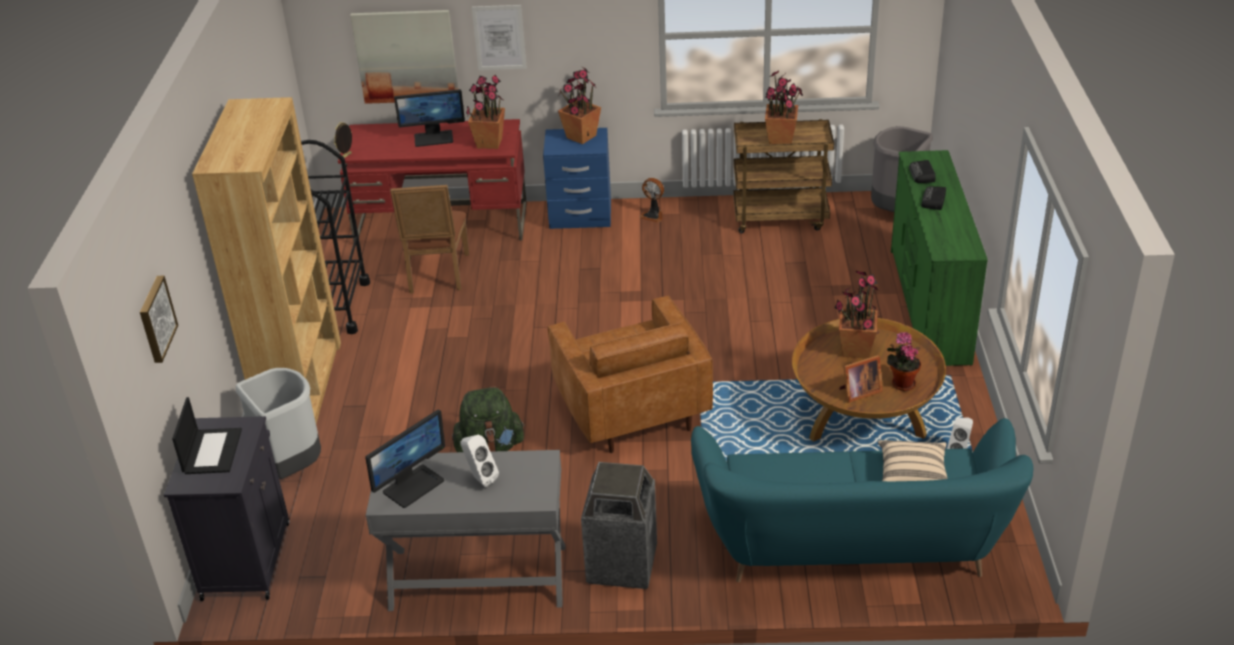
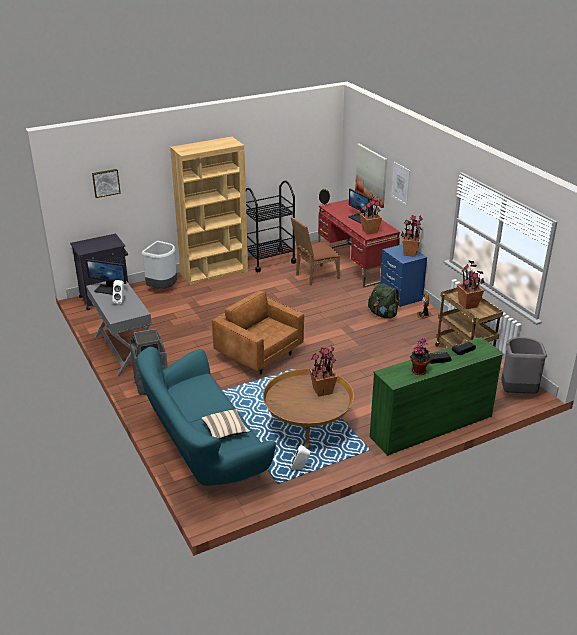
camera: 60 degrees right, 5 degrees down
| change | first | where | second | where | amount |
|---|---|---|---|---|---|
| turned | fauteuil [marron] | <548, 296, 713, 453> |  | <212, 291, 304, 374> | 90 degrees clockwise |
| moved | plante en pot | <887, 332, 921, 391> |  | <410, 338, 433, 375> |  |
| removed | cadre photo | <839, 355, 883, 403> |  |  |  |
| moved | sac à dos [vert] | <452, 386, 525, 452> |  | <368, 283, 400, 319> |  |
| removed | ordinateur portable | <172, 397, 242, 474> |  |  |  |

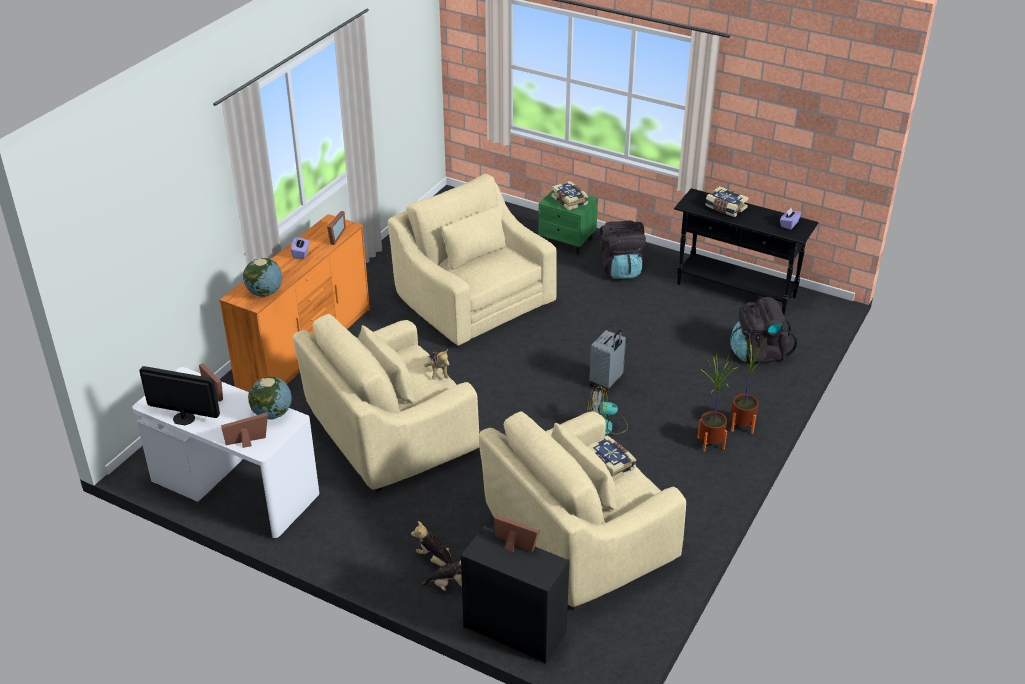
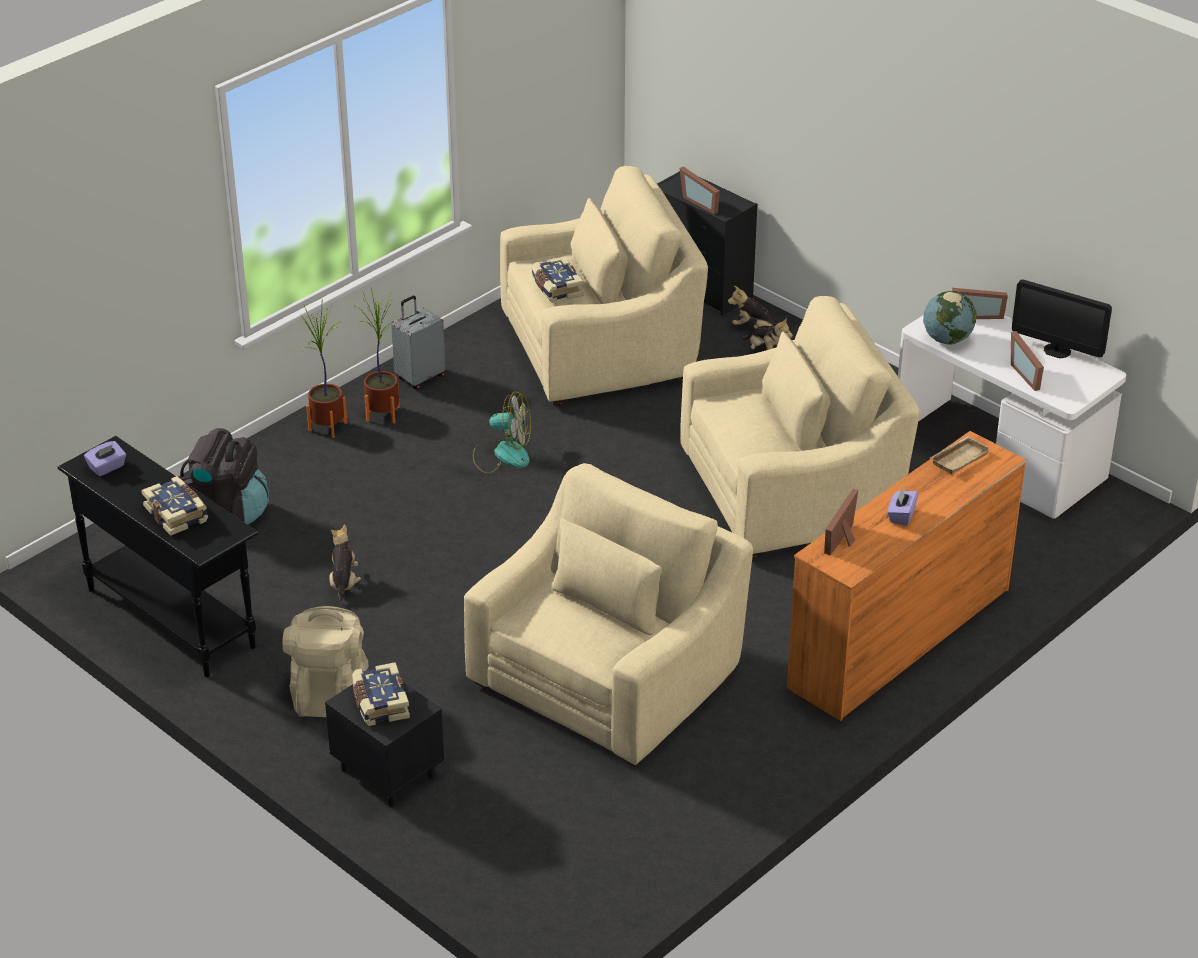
camera: 165 degrees left, 0 degrees up
| change | first | where | second | where | amount |
|---|---|---|---|---|---|
| turned | fauteuil [beige] | <388, 174, 557, 347> |  | <464, 463, 753, 767> | 120 degrees counterclockwise |
| recoloured | table de chevet [vert] | <538, 190, 598, 255> | table de chevet [noir] | <325, 682, 444, 807> |  |
| recoloured | sac à dos [noir] | <600, 221, 646, 279> | sac à dos [beige] | <283, 606, 368, 717> |  |
| replaced | globe | <243, 258, 283, 297> | plateau [beige] | <930, 436, 991, 475> |  |
| moved | valise [gris] | <589, 329, 626, 393> |  | <391, 296, 446, 389> |  |
| moved | peluche | <424, 349, 449, 379> |  | <329, 525, 361, 608> |  |

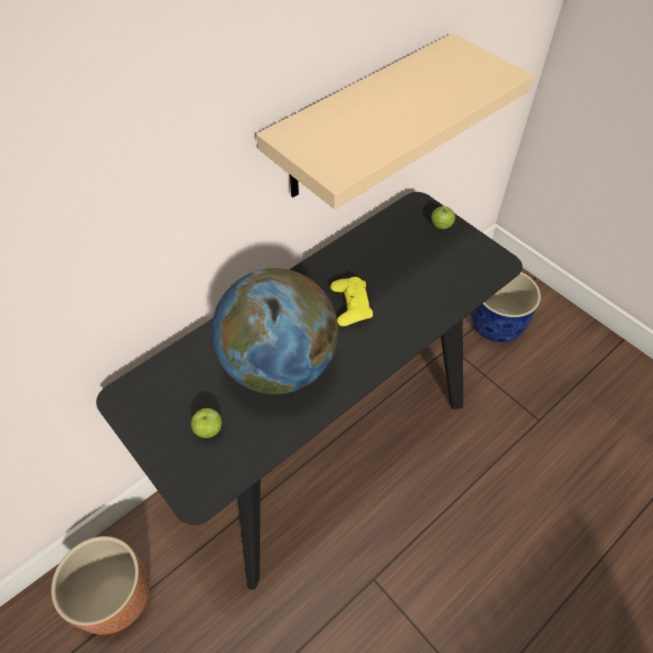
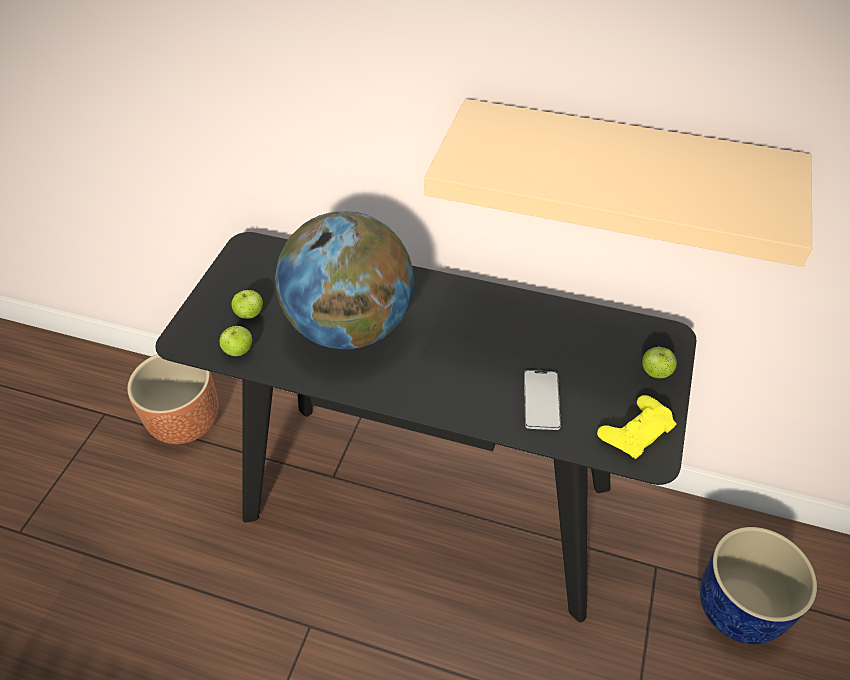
camera: 60 degrees right, 5 degrees down
| change | first | where | second | where | amount |
|---|---|---|---|---|---|
| moved | manette [jaune] | <330, 277, 373, 326> |  | <597, 395, 677, 459> |  |
| added |  |  | pomme | <219, 326, 252, 356> |  |
| added |  |  | téléphone | <524, 370, 561, 430> |  |

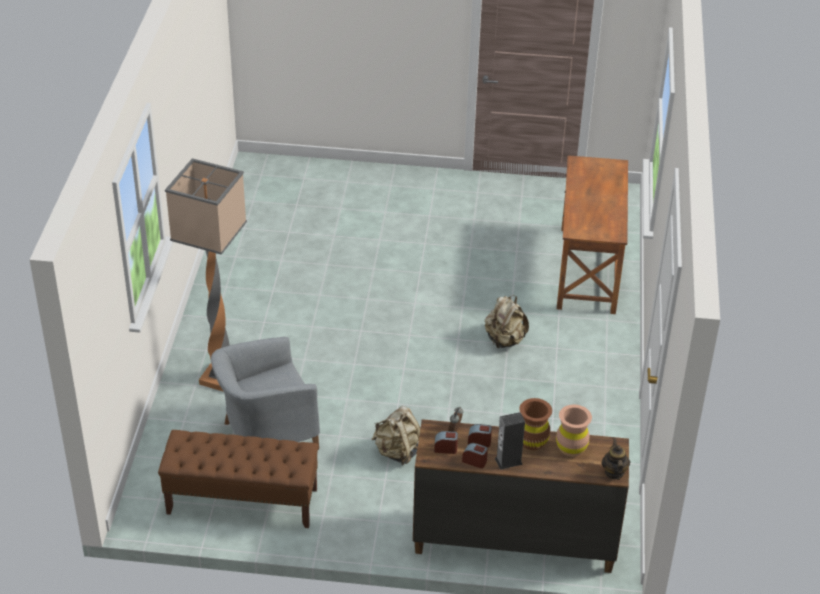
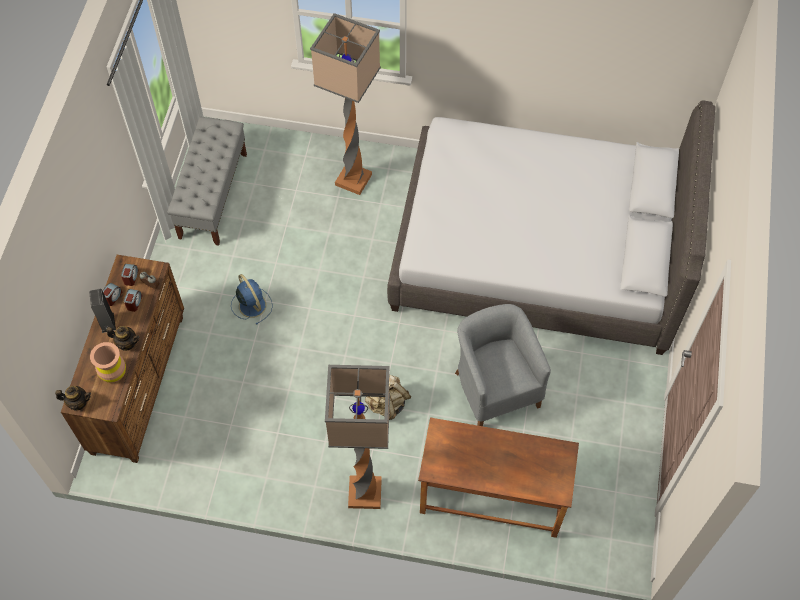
camera: 95 degrees right, 20 degrees up
| change | first | where | second | where | amount |
|---|---|---|---|---|---|
| moved | fauteuil [gris] | <211, 337, 320, 450> |  | <455, 304, 551, 426> |  |
| replaced | vase [marron] | <519, 398, 552, 450> | théière | <106, 326, 139, 351> |  |
| replaced | sac à dos [beige] | <371, 406, 420, 465> | ventilateur [bleu] | <231, 274, 273, 325> |  |
| recoloured | banc [marron] | <158, 430, 319, 528> | banc [gris] | <168, 117, 247, 246> |  |
| added |  |  | lit [gris] | <387, 101, 715, 355> |  |
| added |  |  | lampadaire | <325, 365, 390, 509> |  |

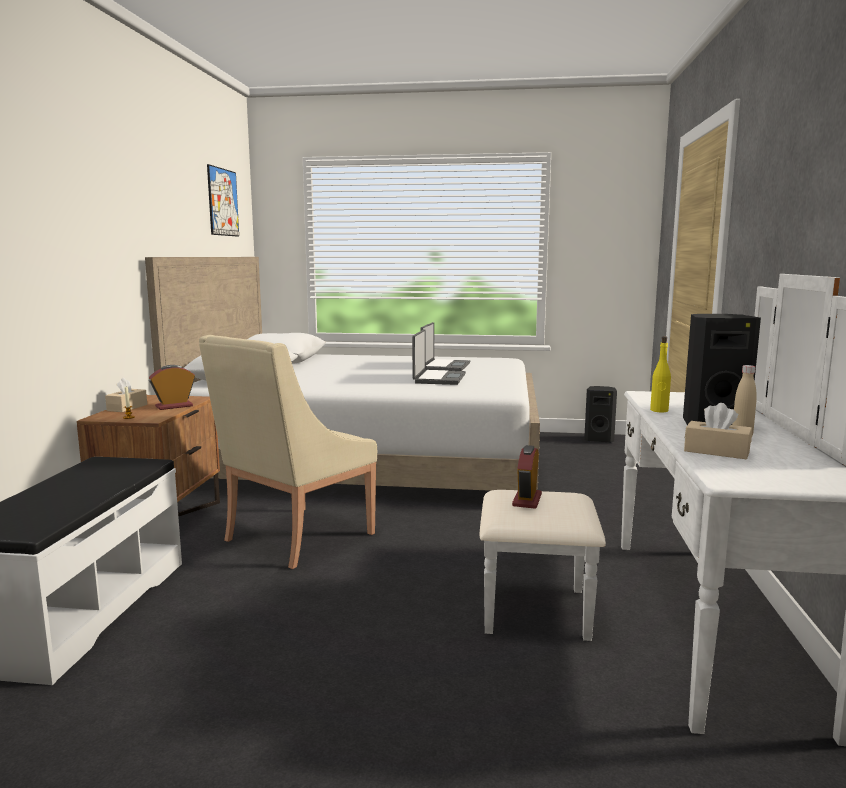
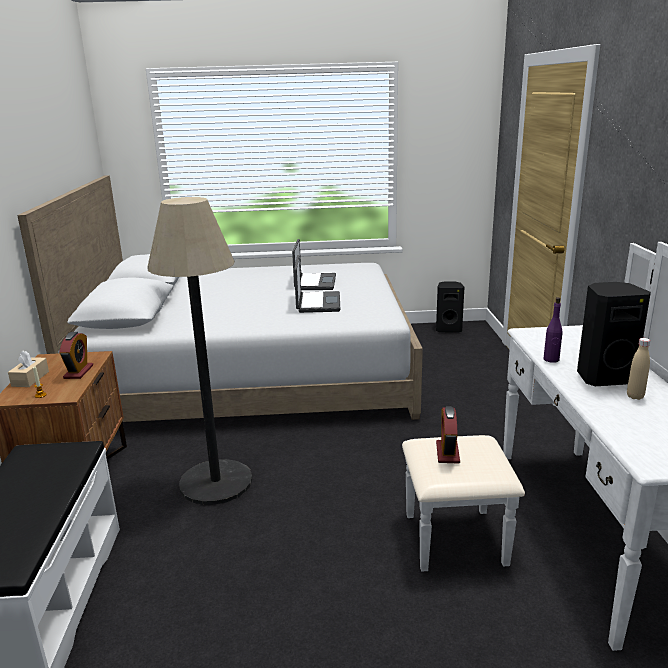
camera: 10 degrees left, 10 degrees up
| change | first | where | second | where | amount |
|---|---|---|---|---|---|
| removed | tableau | <207, 164, 239, 237> |  |  |  |
| replaced | fauteuil [beige] | <199, 335, 377, 569> | lampadaire | <147, 197, 252, 505> |  |
| recoloured | bouteille [jaune] | <650, 336, 671, 413> | bouteille [violet] | <544, 297, 562, 363> |  |
| turned | réveil | <149, 365, 195, 410> |  | <59, 332, 93, 379> | 135 degrees clockwise |
| removed | boîte à mouchoirs [beige] | <684, 403, 752, 459> |  |  |  |

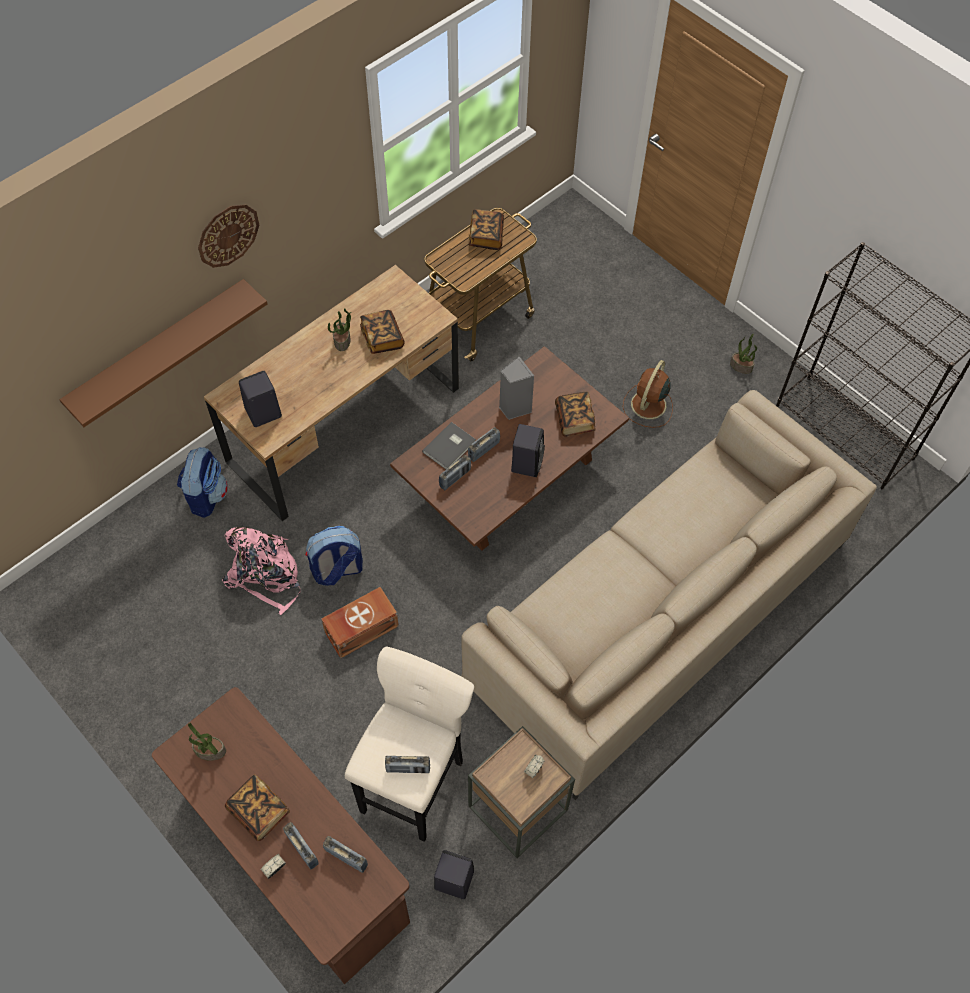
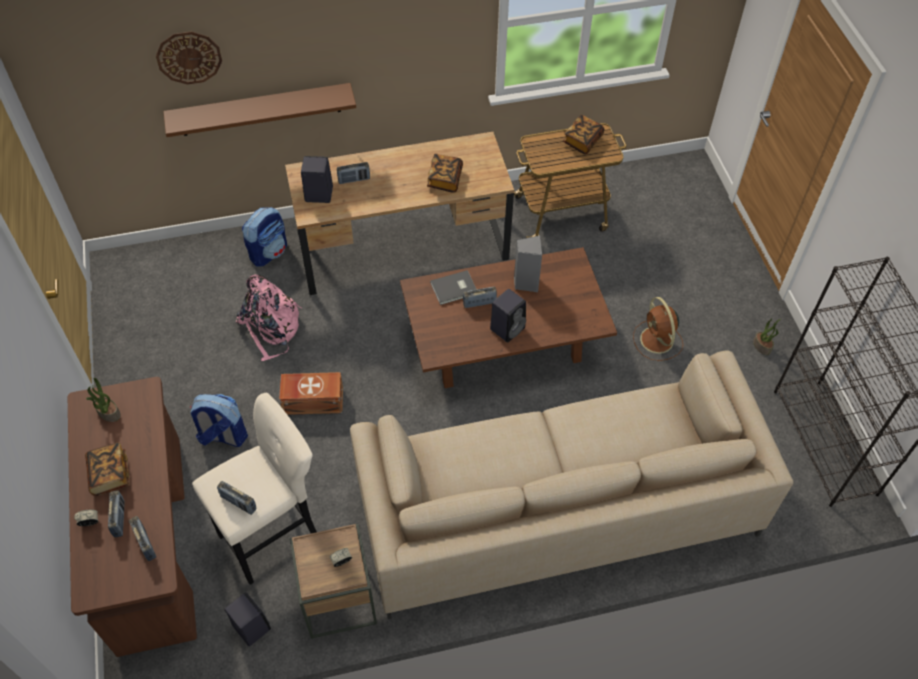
camera: 30 degrees right, 5 degrees down
| change | first | where | second | where | amount |
|---|---|---|---|---|---|
| moved | horloge murale | <198, 204, 259, 268> |  | <156, 32, 222, 85> |  |
| removed | plante en pot | <328, 308, 352, 351> |  |  |  |
| turned | ventilateur [marron] | <623, 360, 673, 428> |  | <633, 297, 683, 361> | 75 degrees counterclockwise |
| removed | livre | <555, 392, 595, 437> |  |  |  |
| moved | radio | <439, 455, 471, 490> |  | <337, 162, 370, 184> |  |
| moved | sac à dos | <305, 526, 363, 586> |  | <189, 394, 248, 447> |  |

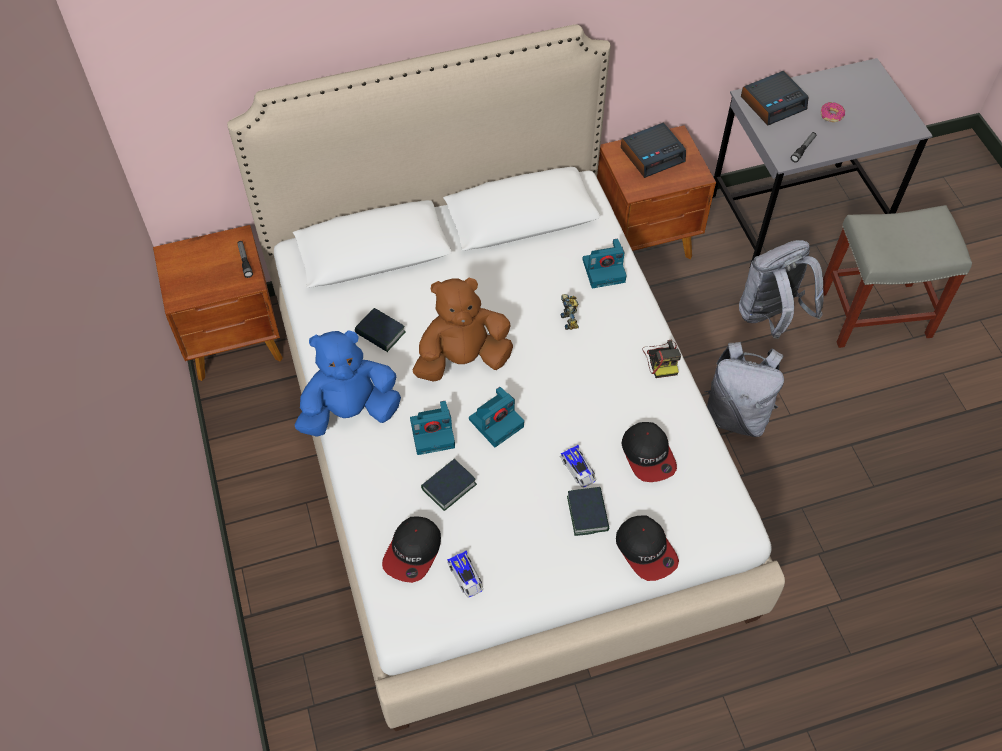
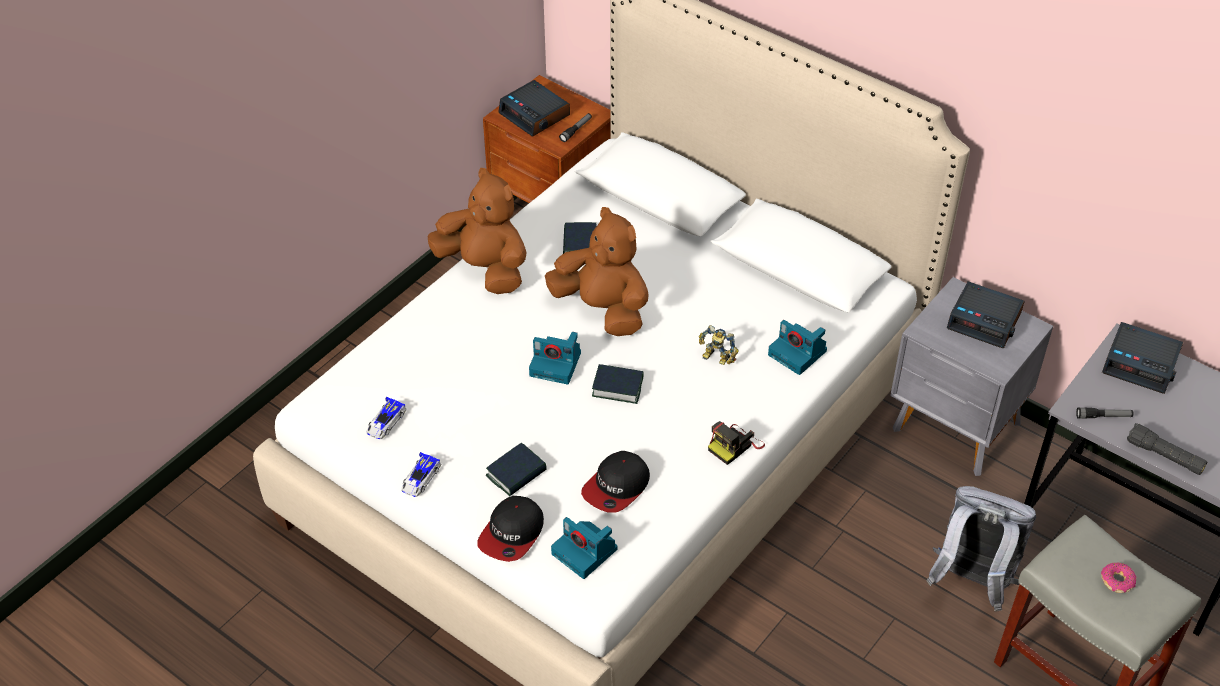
camera: 55 degrees right, 10 degrees down
| change | first | where | second | where | amount |
|---|---|---|---|---|---|
| moved | beignet | <821, 102, 845, 122> |  | <1101, 563, 1136, 593> |  |
| recoloured | table de chevet [marron] | <597, 125, 716, 259> | table de chevet [gris] | <891, 277, 1053, 476> |  |
| turned | robot jouet | <561, 294, 579, 330> |  | <699, 325, 739, 365> | 75 degrees clockwise |
| recoloured | peluche [bleu] | <295, 330, 401, 437> | peluche [marron] | <428, 168, 527, 294> |  |
| removed | sac à dos [gris] | <704, 342, 784, 437> |  |  |  |
| moved | appareil photo | <410, 401, 455, 455> |  | <551, 517, 618, 579> |  |
| moved | petite voiture | <560, 445, 596, 487> |  | <401, 452, 441, 497> |  |
| moved | livre | <421, 459, 477, 511> |  | <592, 364, 644, 404> |  |
| removed | casquette | <382, 517, 441, 583> |  |  |  |
| added |  |  | réveil | <498, 80, 570, 137> |  |
| added |  |  | lampe de poche [noir] | <1127, 423, 1207, 475> |  |

